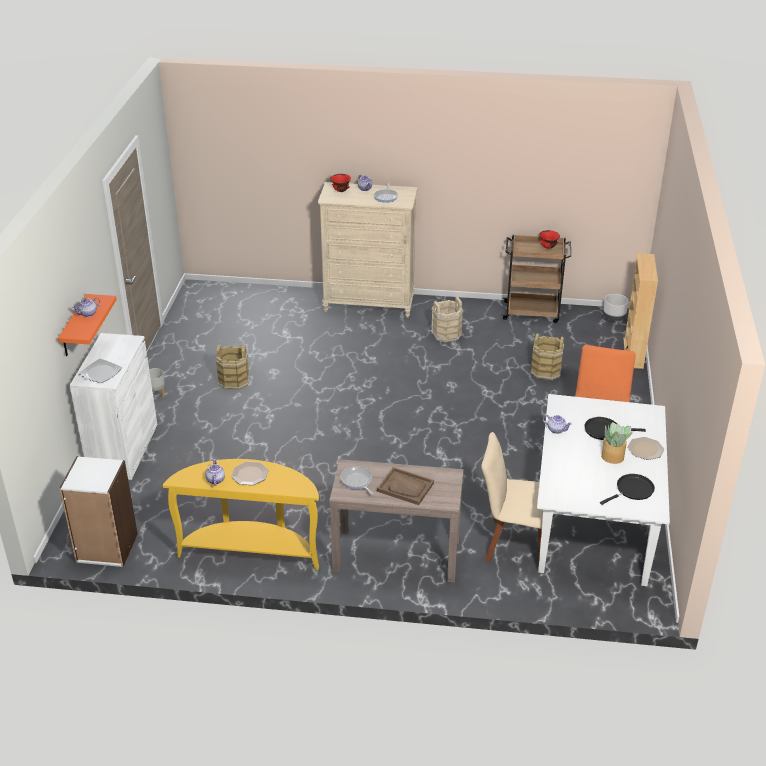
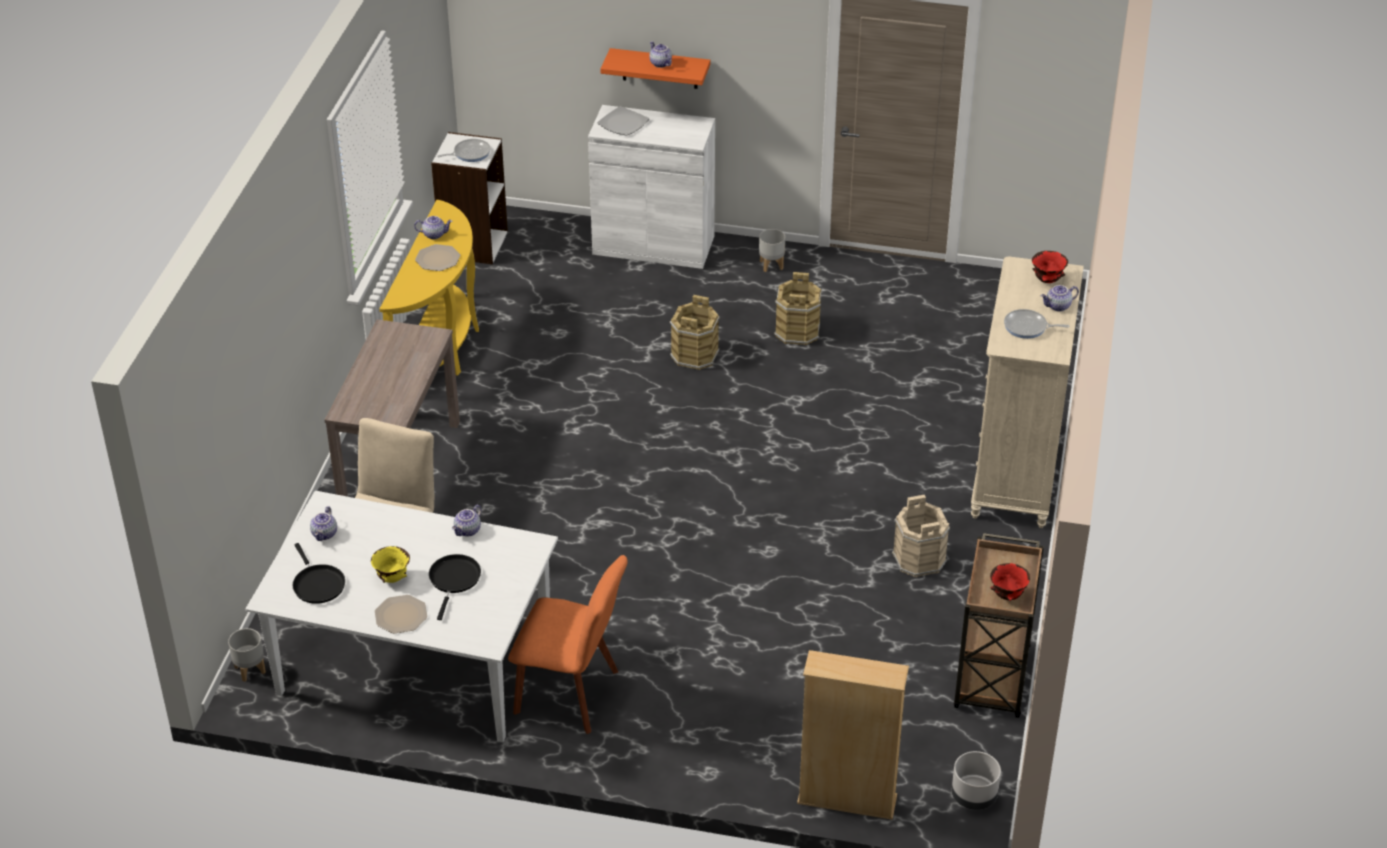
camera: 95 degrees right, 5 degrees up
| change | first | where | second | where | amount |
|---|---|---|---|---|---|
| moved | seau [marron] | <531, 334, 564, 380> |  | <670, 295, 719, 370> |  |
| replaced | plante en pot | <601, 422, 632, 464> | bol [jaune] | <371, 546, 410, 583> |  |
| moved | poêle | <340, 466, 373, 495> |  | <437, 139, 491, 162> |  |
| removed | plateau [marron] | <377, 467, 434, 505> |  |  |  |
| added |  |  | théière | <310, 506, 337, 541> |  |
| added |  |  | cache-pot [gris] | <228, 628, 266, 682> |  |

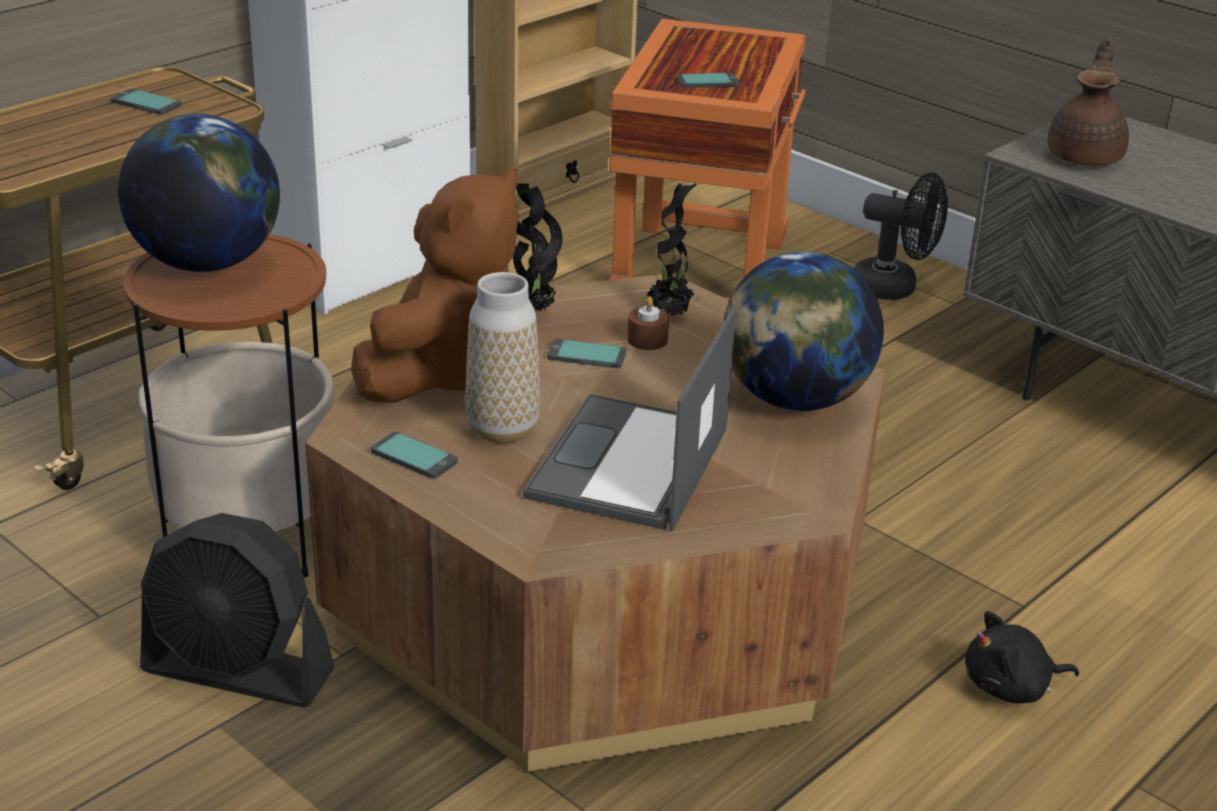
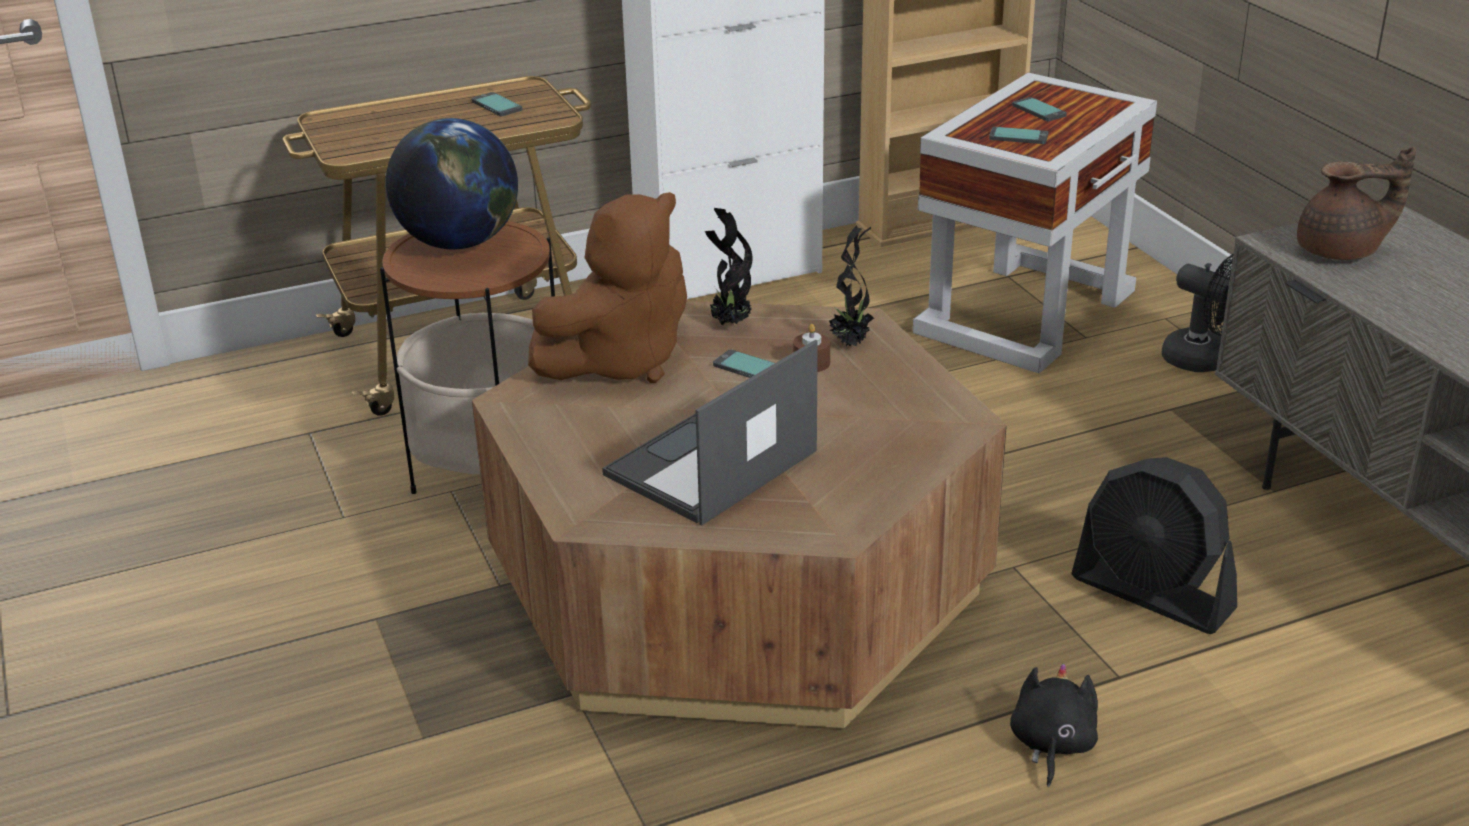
camera: 25 degrees right, 0 degrees up
| change | first | where | second | where | amount |
|---|---|---|---|---|---|
| recoloured | table d'appoint [orange] | <609, 19, 806, 300> | table d'appoint [blanc] | <913, 73, 1157, 373> |  |
| turned | théière [marron] | <1048, 37, 1129, 166> |  | <1297, 147, 1416, 260> | 45 degrees clockwise |
| removed | globe | <724, 251, 884, 411> |  |  |  |
| removed | vase | <465, 272, 540, 444> |  |  |  |
| moved | téléphone | <371, 432, 458, 479> |  | <1012, 97, 1067, 121> |  |
| moved | ventilateur [noir] | <140, 513, 334, 707> |  | <1071, 457, 1237, 634> |  |
| turned | peluche [noir] | <965, 611, 1079, 703> |  | <1010, 663, 1098, 787> | 90 degrees clockwise |

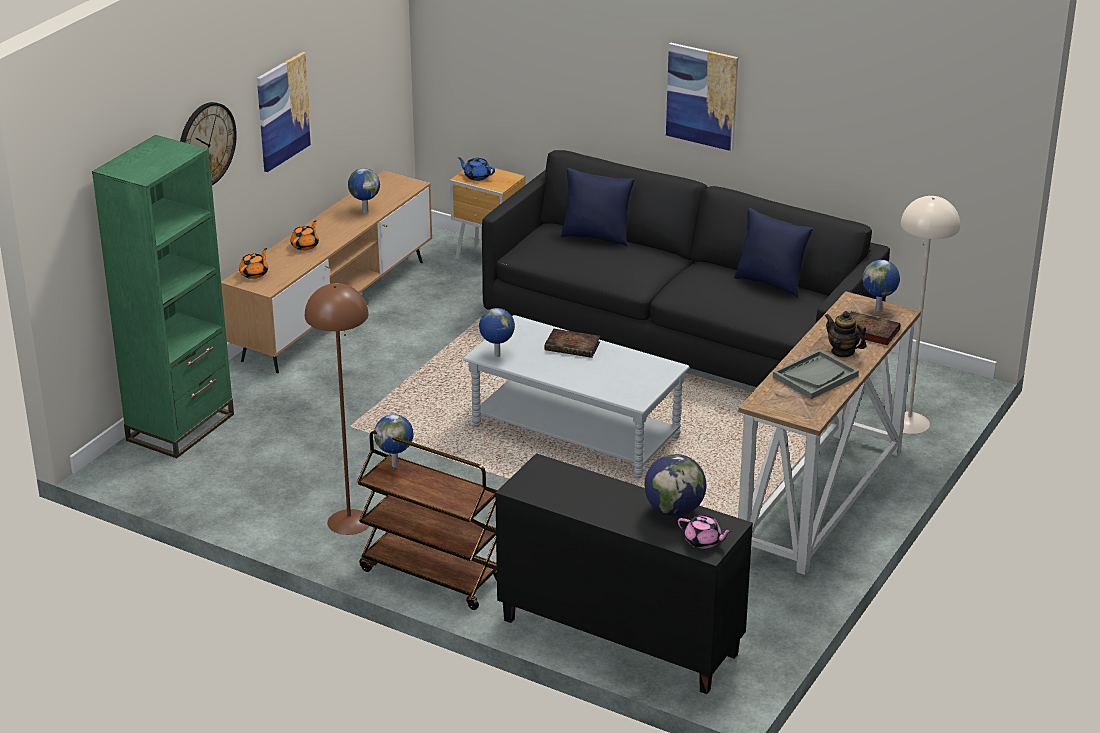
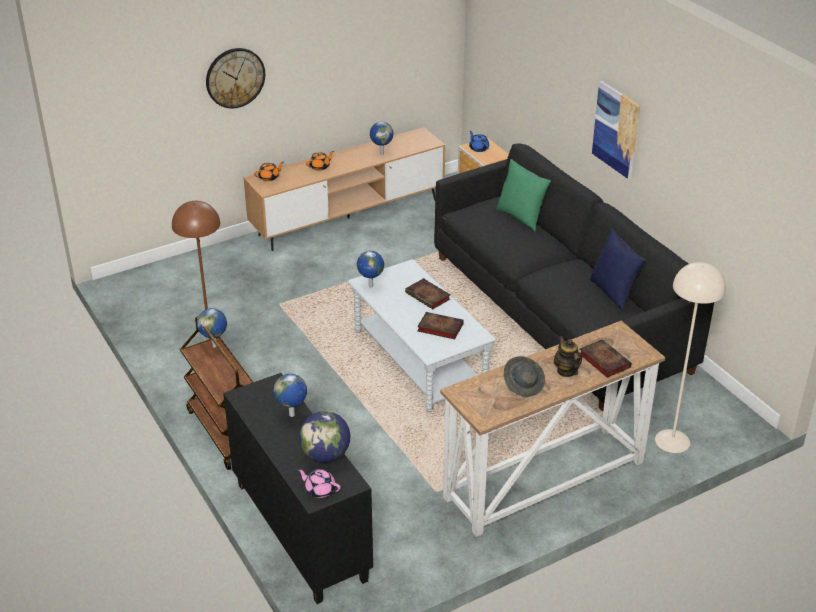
camera: 30 degrees right, 5 degrees up
| change | first | where | second | where | amount |
|---|---|---|---|---|---|
| removed | tableau | <257, 52, 312, 172> |  |  |  |
| removed | bibliothèque [vert] | <92, 135, 234, 458> |  |  |  |
| recoloured | coussin [bleu] | <561, 168, 635, 247> | coussin [vert] | <496, 159, 551, 232> |  |
| moved | globe | <862, 260, 900, 311> |  | <273, 374, 307, 417> |  |
| replaced | plateau [gris] | <773, 350, 859, 399> | chapeau [gris] | <504, 356, 545, 397> |  |
| turned | théière [rose] | <678, 515, 733, 549> |  | <297, 468, 341, 498> | 150 degrees clockwise |
| added |  |  | livre | <417, 312, 464, 339> |  |

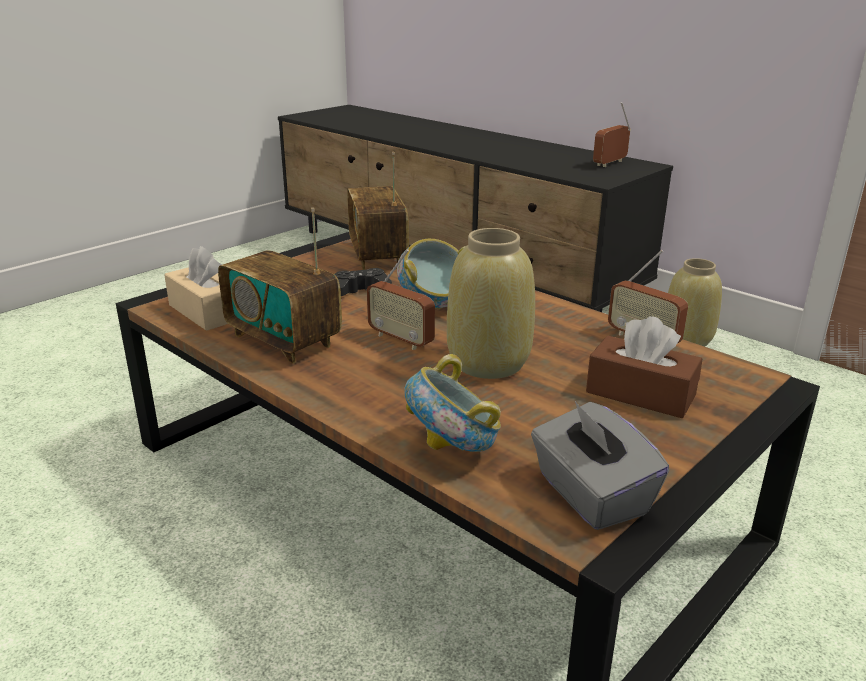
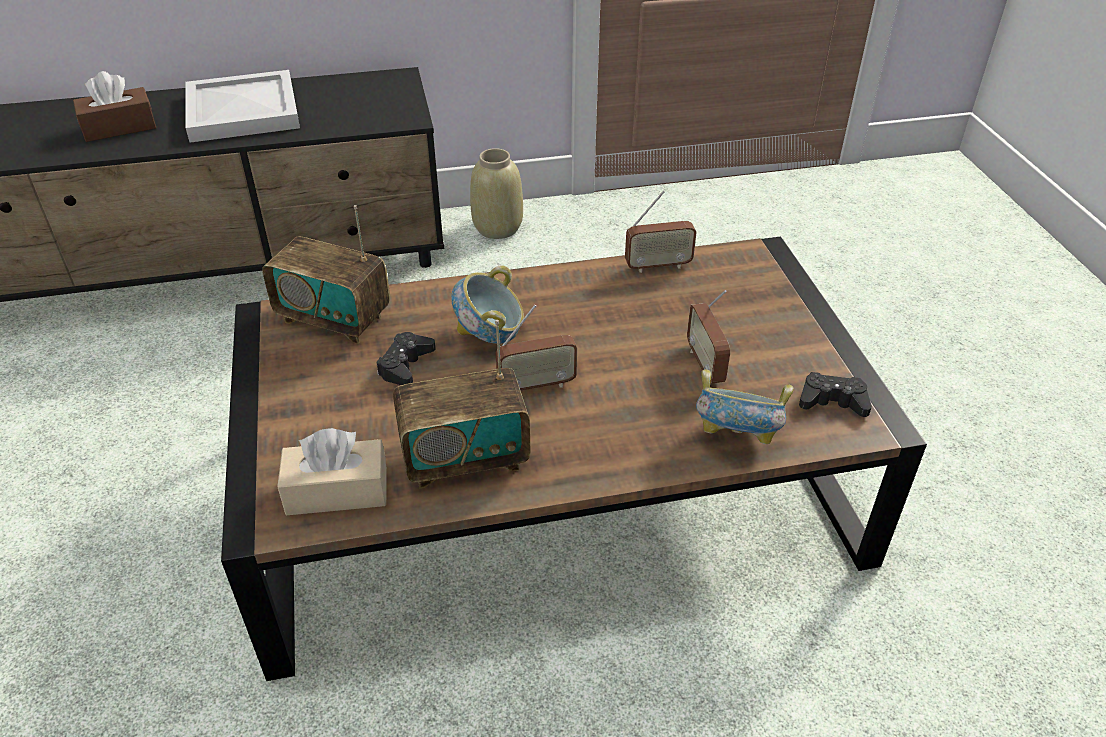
camera: 55 degrees left, 15 degrees up
| change | first | where | second | where | amount |
|---|---|---|---|---|---|
| moved | radio | <593, 102, 631, 167> |  | <687, 290, 730, 384> |  |
| removed | vase [beige] | <447, 228, 535, 379> |  |  |  |
| moved | boîte à mouchoirs [marron] | <586, 316, 702, 418> |  | <73, 71, 156, 142> |  |
| replaced | boîte à mouchoirs [gris] | <531, 401, 670, 530> | manette [noir] | <799, 372, 872, 417> |  |
| added |  |  | plateau [blanc] | <186, 70, 300, 143> |  |

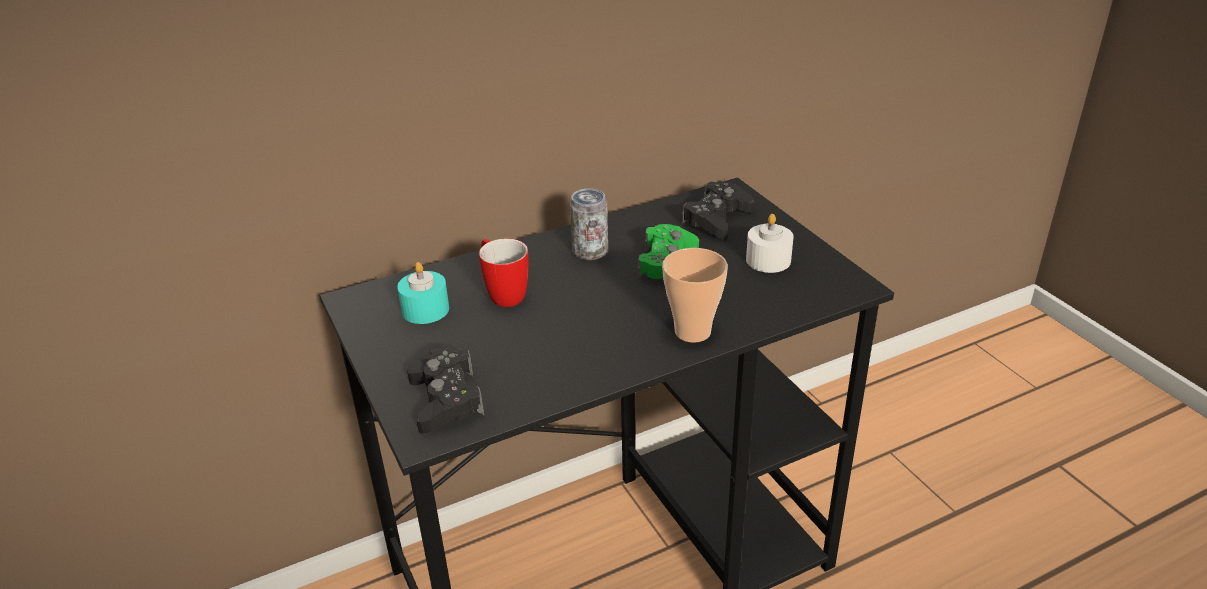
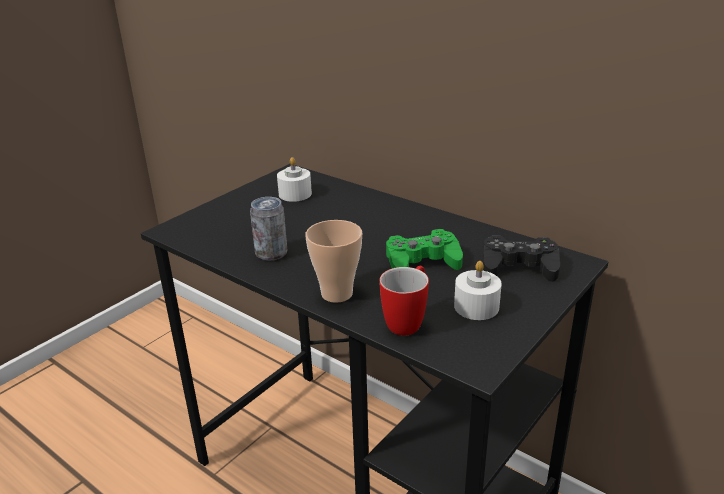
camera: 65 degrees right, 5 degrees down
| change | first | where | second | where | amount |
|---|---|---|---|---|---|
| moved | boîte métallique | <570, 188, 608, 260> |  | <250, 197, 287, 261> |  |
| moved | mug | <479, 239, 528, 307> |  | <379, 266, 429, 336> |  |
| recoloured | bougie [turquoise] | <397, 262, 449, 324> | bougie [blanc] | <277, 157, 312, 202> |  |
| removed | manette [noir] | <407, 346, 484, 434> |  |  |  |

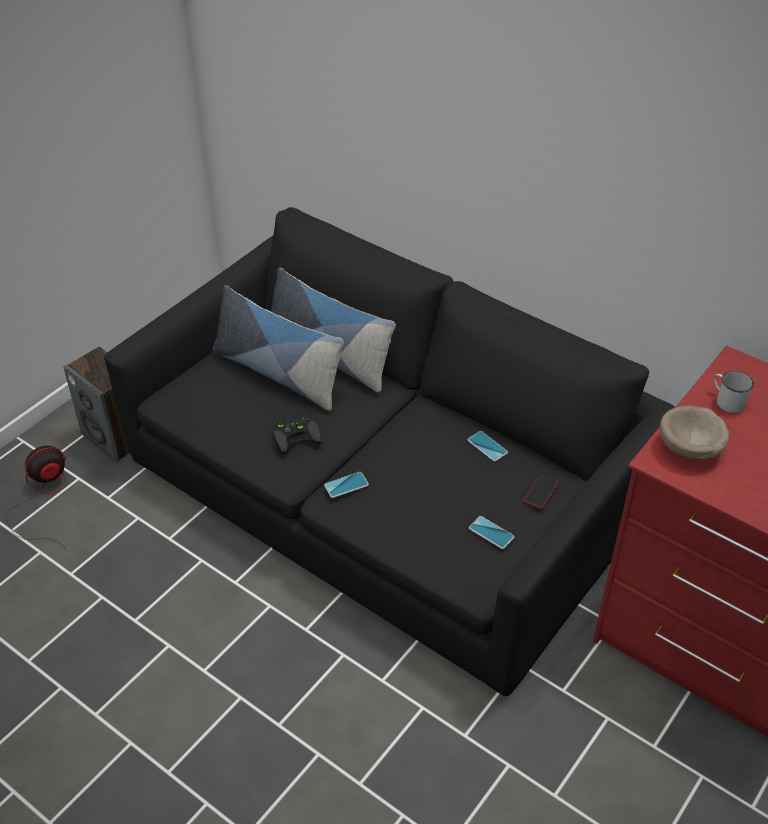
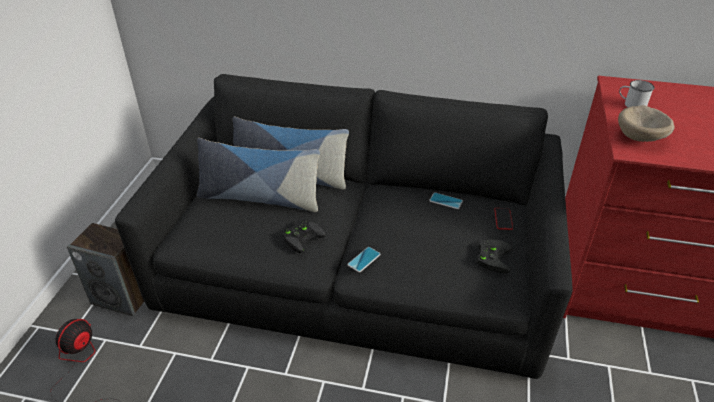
camera: 25 degrees left, 5 degrees down
| change | first | where | second | where | amount |
|---|---|---|---|---|---|
| replaced | téléphone | <469, 516, 514, 549> | manette [noir] | <477, 240, 513, 273> |  |

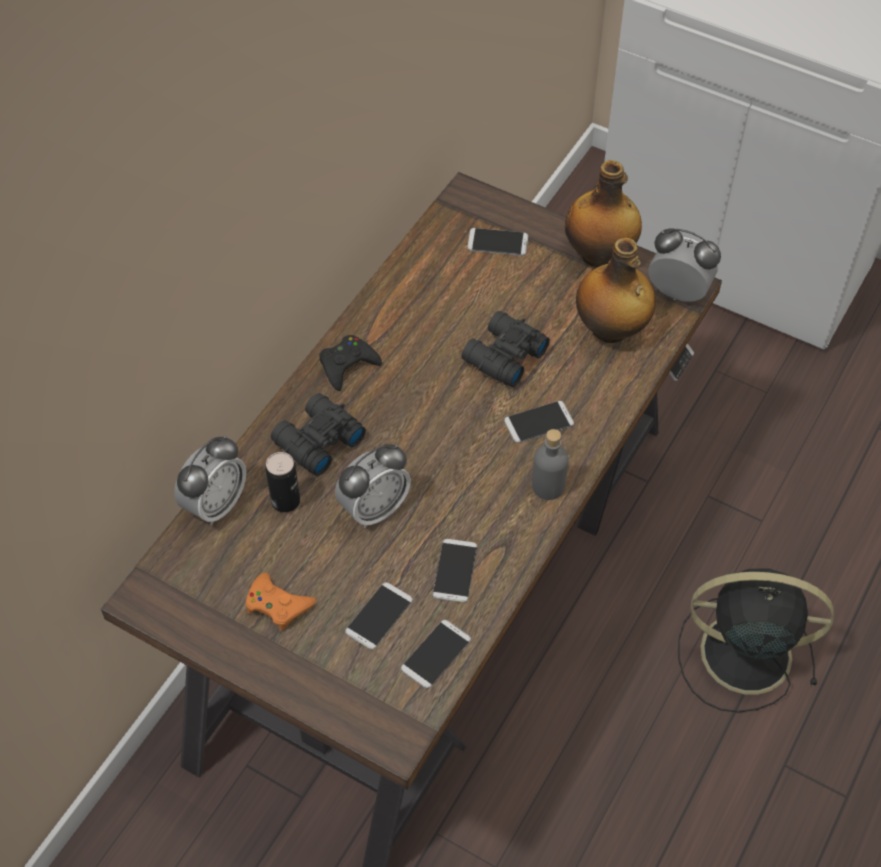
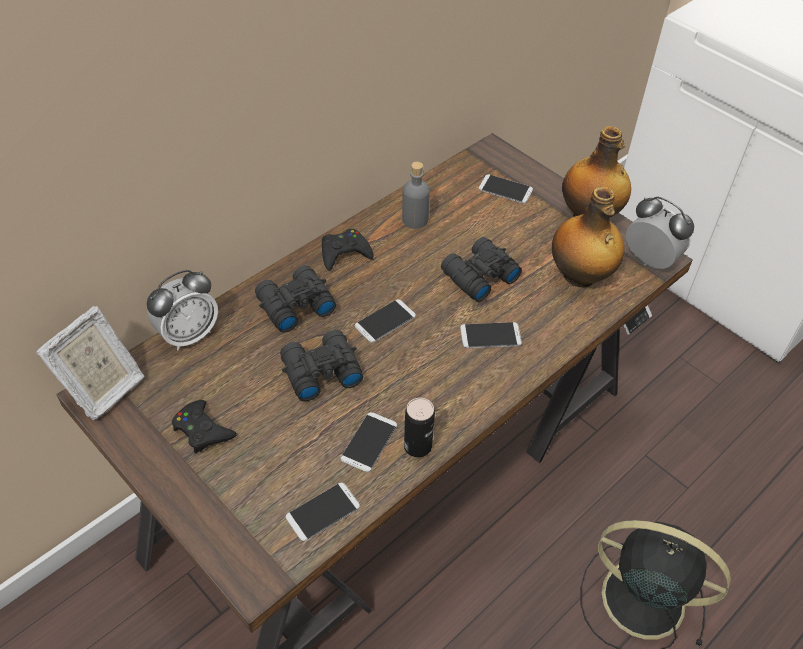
camera: 15 degrees right, 5 degrees down
| change | first | where | second | where | amount |
|---|---|---|---|---|---|
| moved | bouteille [gris] | <532, 429, 568, 500> |  | <402, 162, 430, 229> |  |
| replaced | réveil | <335, 444, 411, 528> | jumelles [noir] | <280, 330, 363, 401> |  |
| moved | boîte métallique | <265, 452, 300, 513> |  | <404, 398, 435, 458> |  |
| recoloured | manette [orange] | <245, 573, 316, 631> | manette [noir] | <172, 400, 237, 454> |  |
| moved | téléphone | <345, 582, 412, 650> |  | <355, 299, 416, 343> |  |
| added |  |  | cadre photo | <36, 306, 144, 420> |  |

